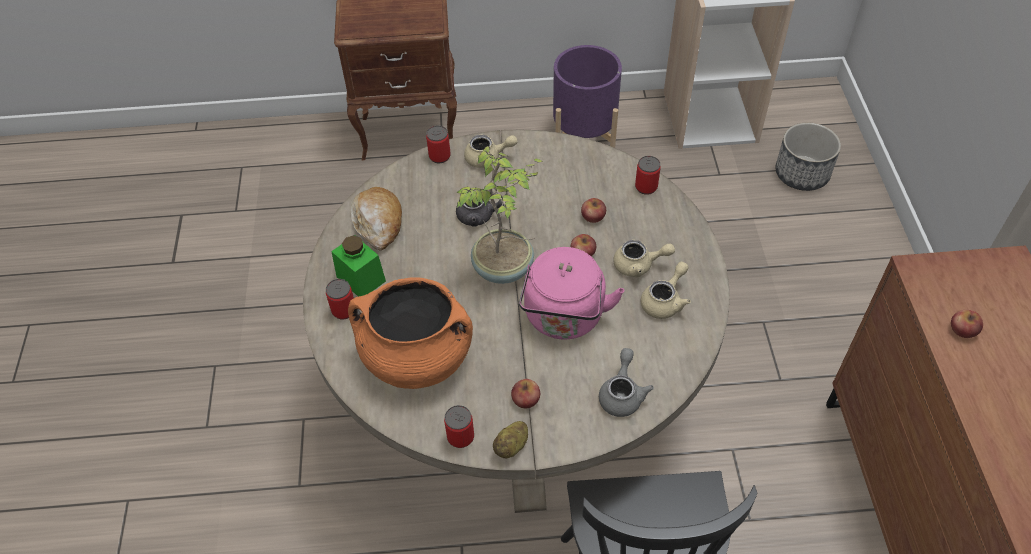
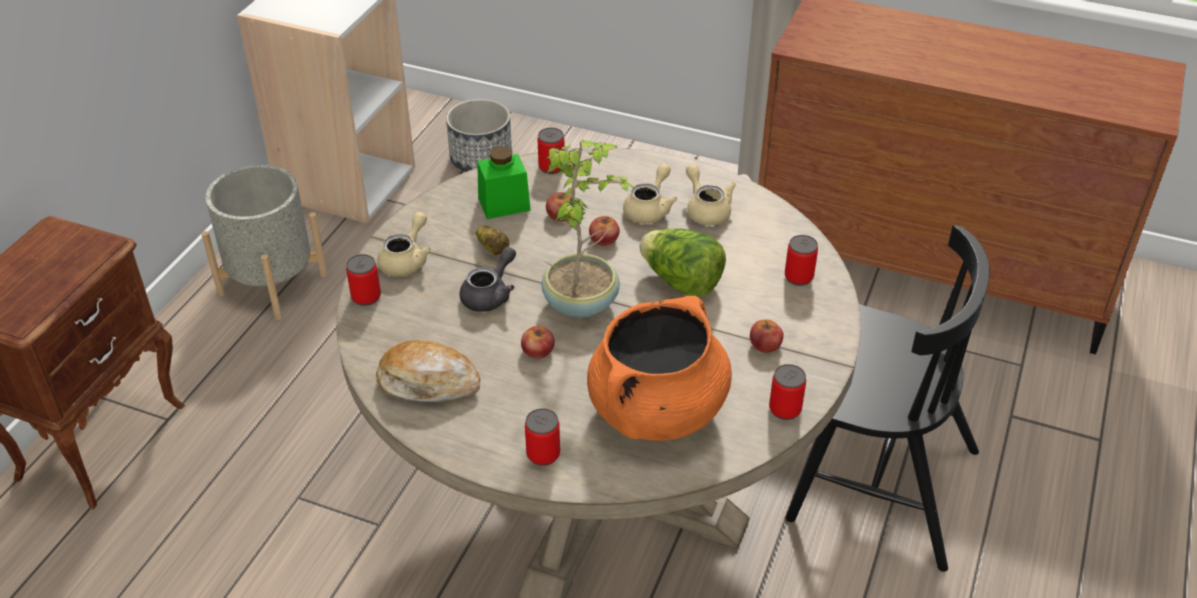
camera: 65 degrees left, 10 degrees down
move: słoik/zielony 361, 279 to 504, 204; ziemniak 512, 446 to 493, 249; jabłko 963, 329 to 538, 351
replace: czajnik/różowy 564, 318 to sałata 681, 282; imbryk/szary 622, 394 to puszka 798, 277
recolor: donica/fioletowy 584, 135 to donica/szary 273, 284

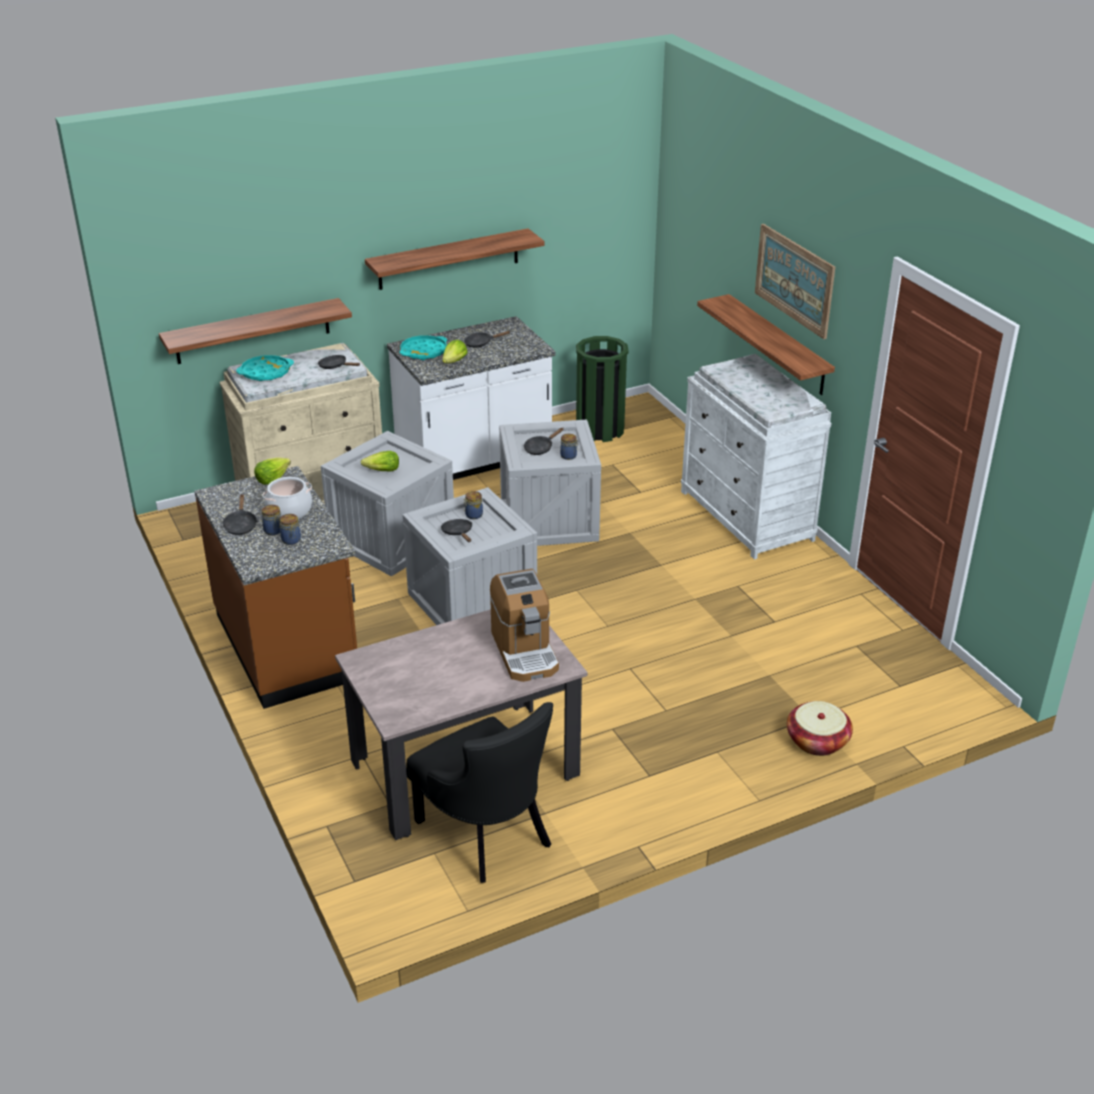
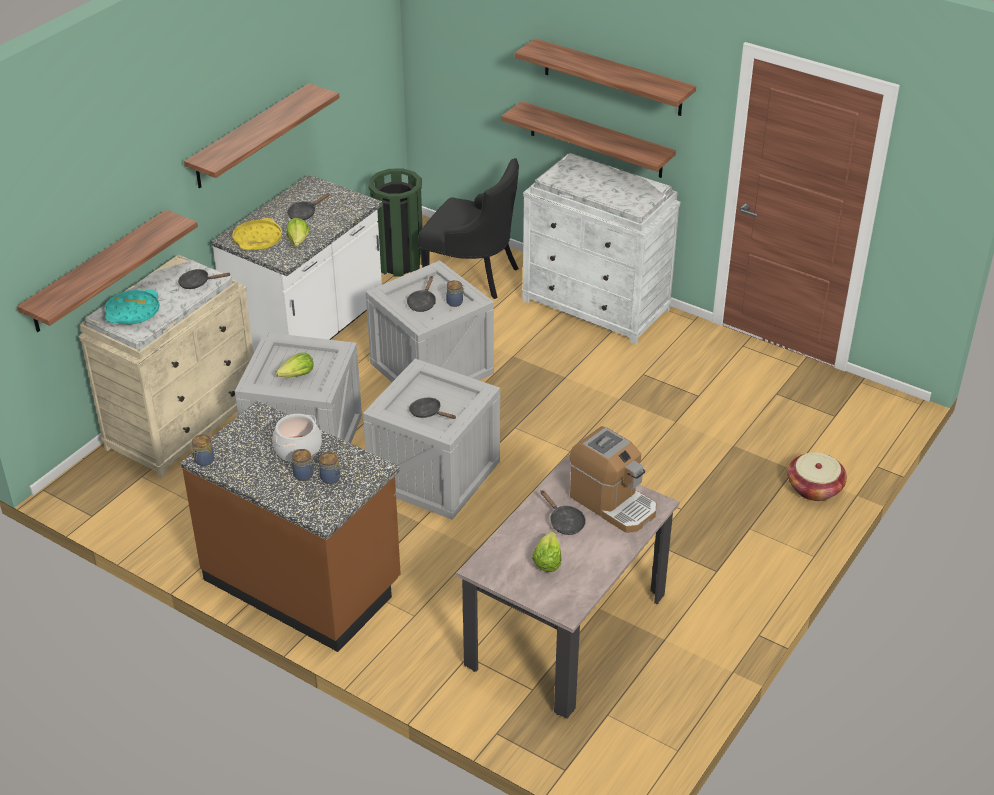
camera: 30 degrees left, 5 degrees up
move: patelnia/czarny 240, 525 to 564, 522; sałata 272, 479 to 547, 561; krzesło/czarny 483, 831 to 470, 275; słoik 473, 515 to 203, 461
replace: obraz 794, 280 to półka 612, 77
recolor: taca/turkusowy 423, 352 to taca/żółty 258, 239

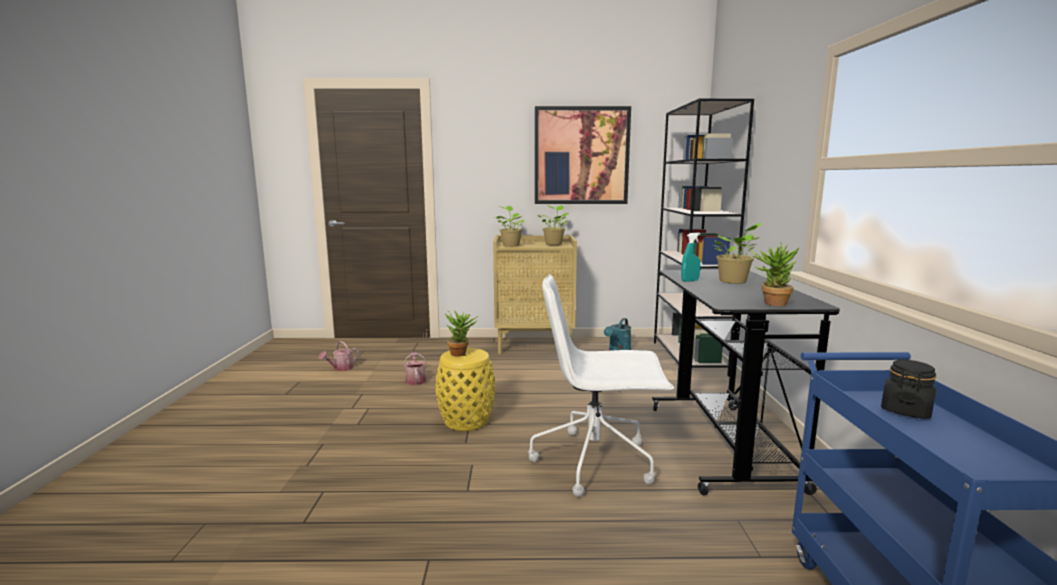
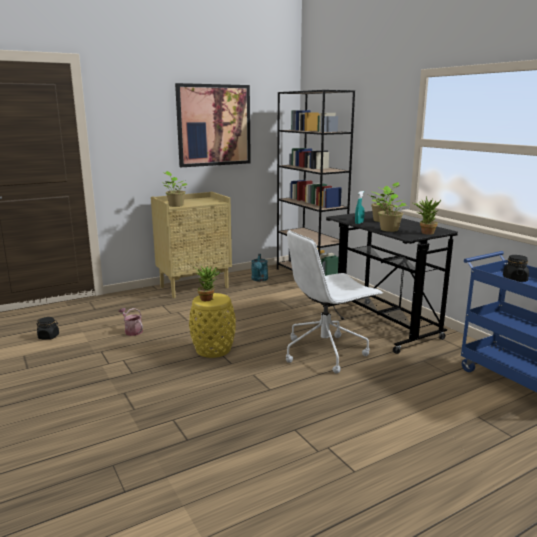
camera: 30 degrees left, 5 degrees up
move: roślina doniczkowa 554, 244 to 388, 229
replace: konewka 341, 368 to słoik/czarny 49, 337

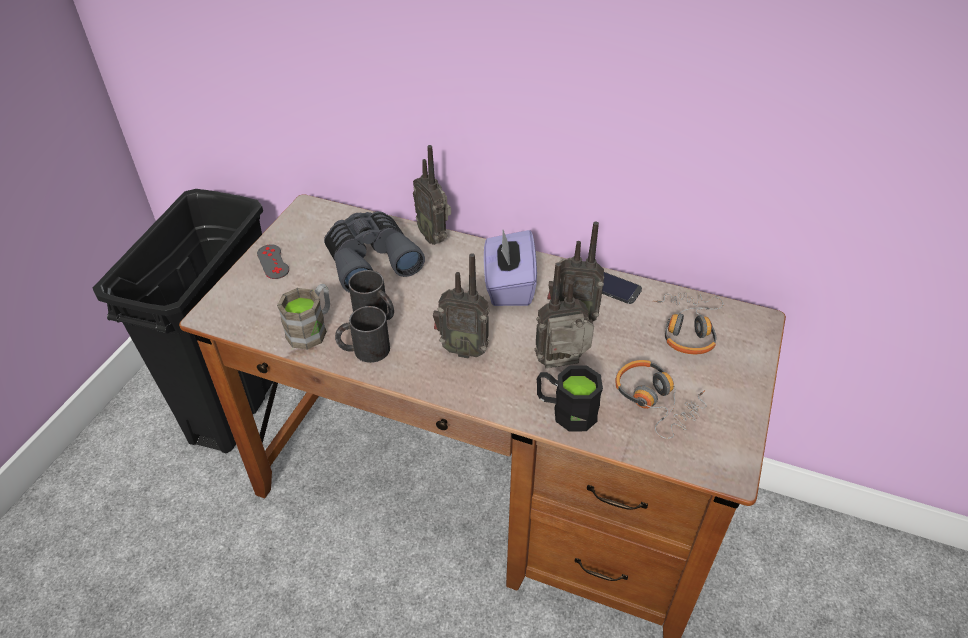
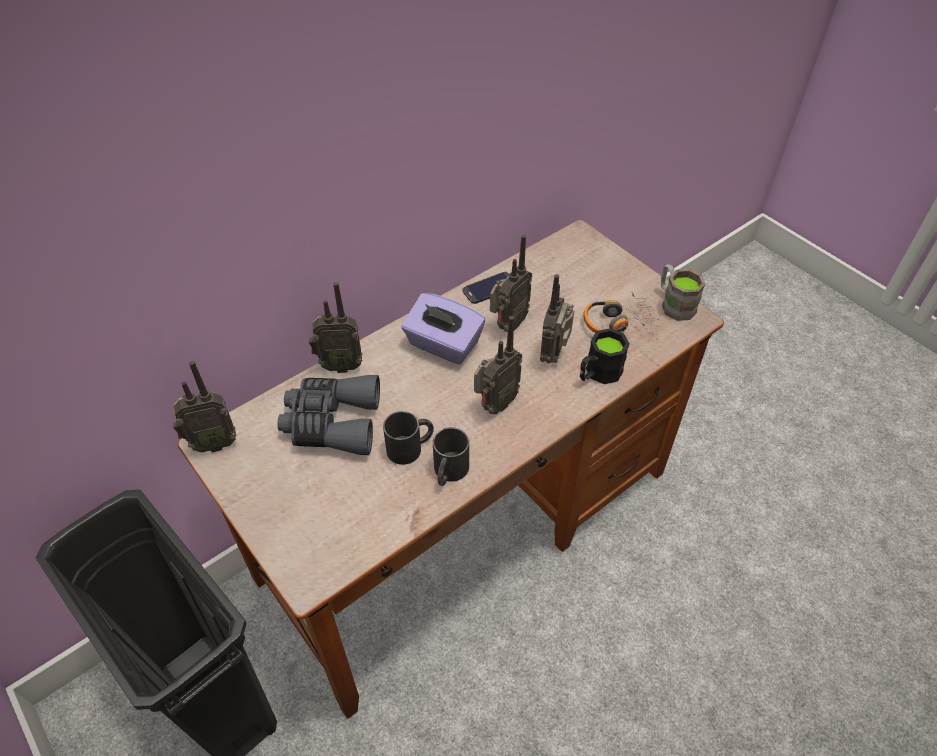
camera: 60 degrees left, 5 degrees up
delete: pad do gier/szary 273, 262; słuchawki 687, 329
insert: radio 213, 443
move: kubek/brązowy 312, 329 to 674, 304

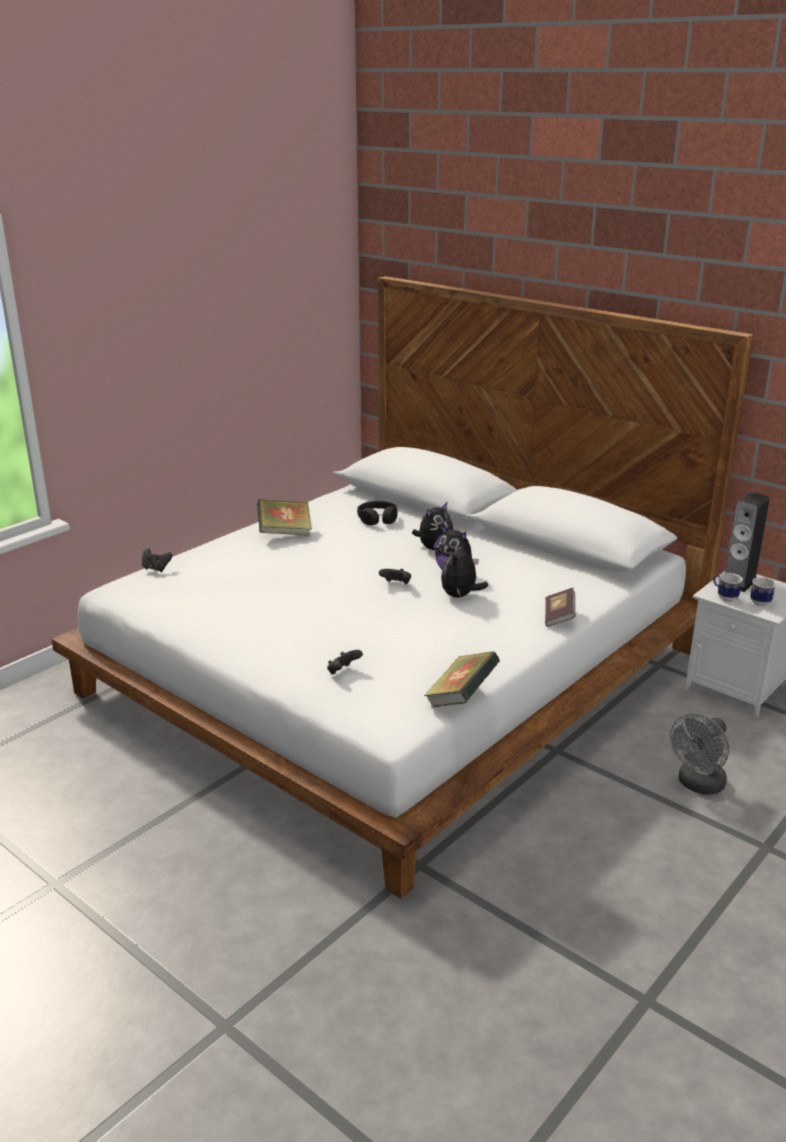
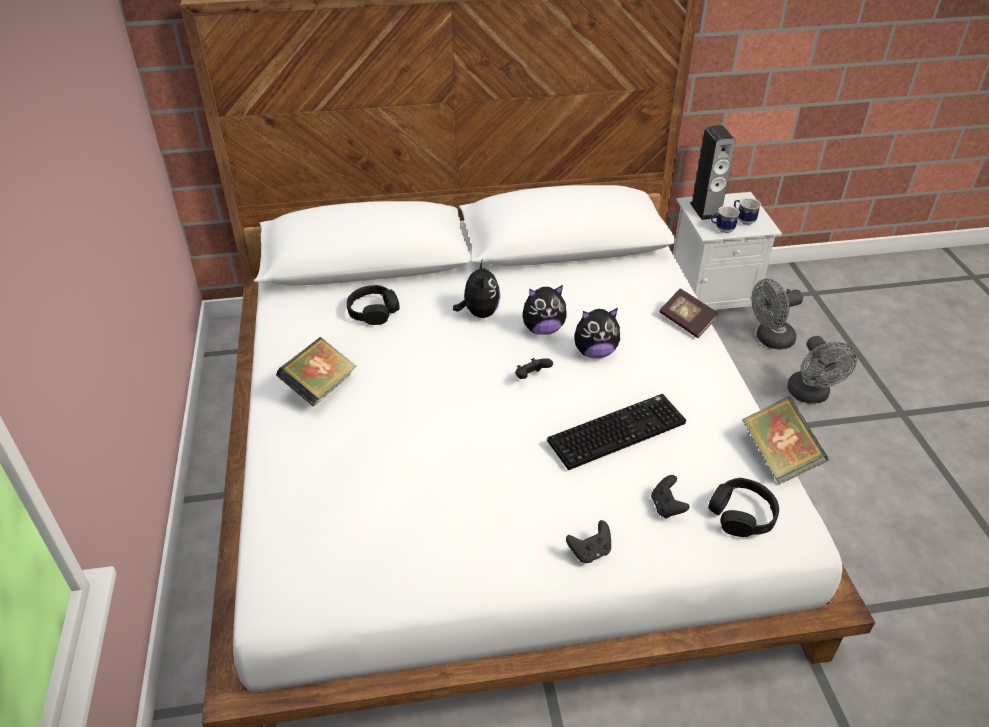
camera: 50 degrees left, 15 degrees up
insert: klawiatura 617, 430; słuchawki/czarny 741, 515; wentylator/szary 769, 340
move: pad do gier/czarny 156, 569 to 590, 552
rotate: pluszak 460, 596 = 594, 352 75 degrees counterclockwise

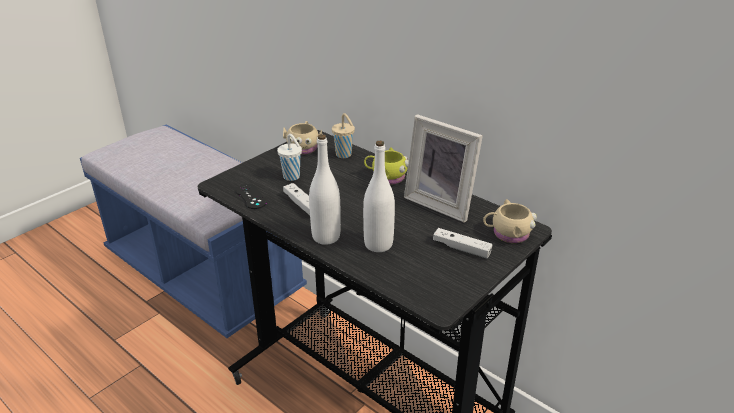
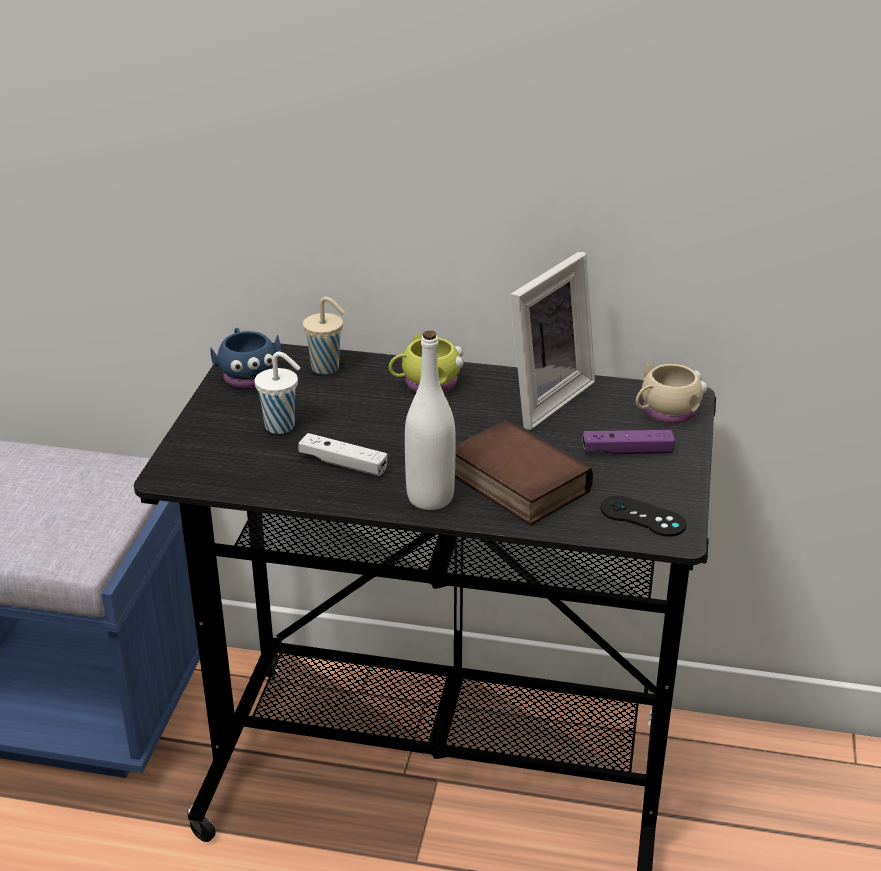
camera: 30 degrees left, 0 degrees up
move: pad do gier/czarny 250, 196 to 642, 517
replace: butelka/biały 378, 244 to książka 514, 483
recolor: kubek/beżowy 303, 147 to kubek/niebieski 247, 374; pad do gier/biały 461, 248 to pad do gier/fioletowy 627, 451
rotate: ramka na zdjęcie 441, 203 = 542, 398 60 degrees counterclockwise

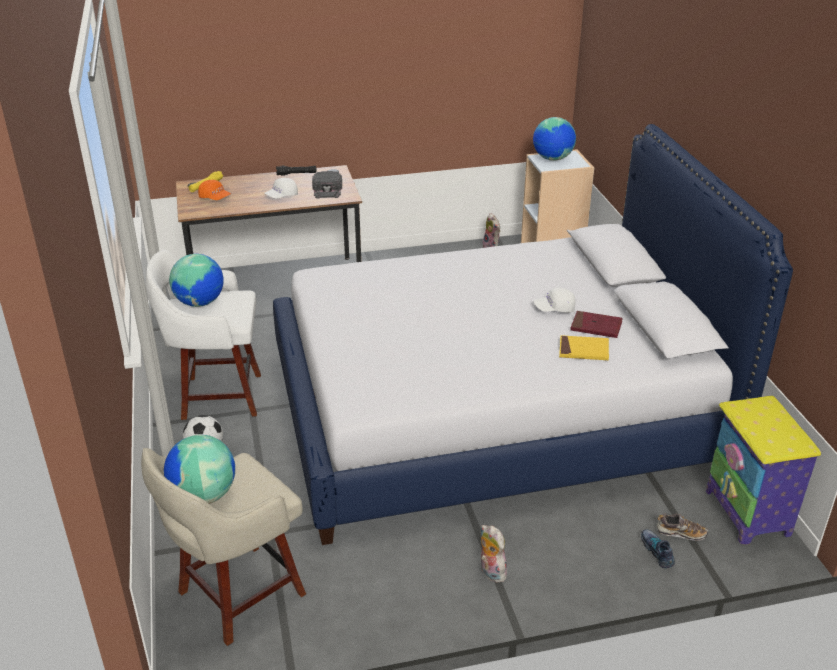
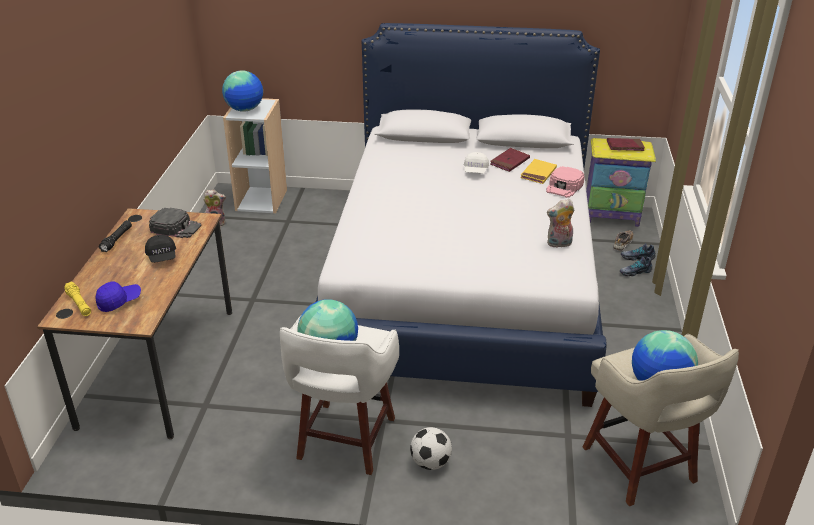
camera: 70 degrees left, 0 degrees up
insert: czapka z daszkiem/różowy 564, 186; książka/czerwony 625, 146; but 635, 272
move: pluszak 490, 572 to 559, 244
recolor: czapka z daszkiem/pomarańczowy 215, 198 to czapka z daszkiem/niebieski 119, 301; czapka z daszkiem/biały 281, 196 to czapka z daszkiem/czarny 162, 257

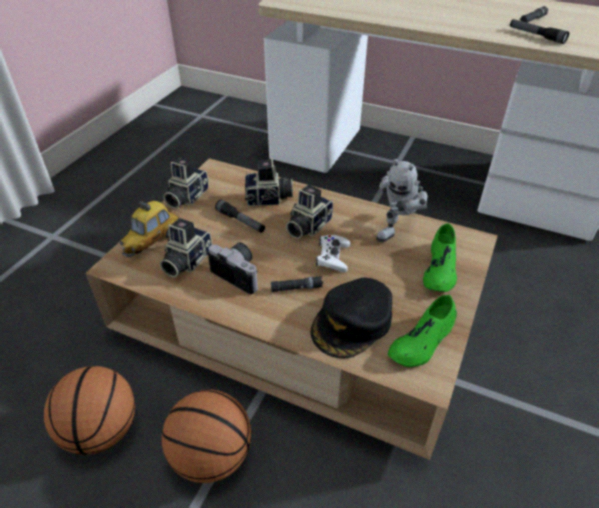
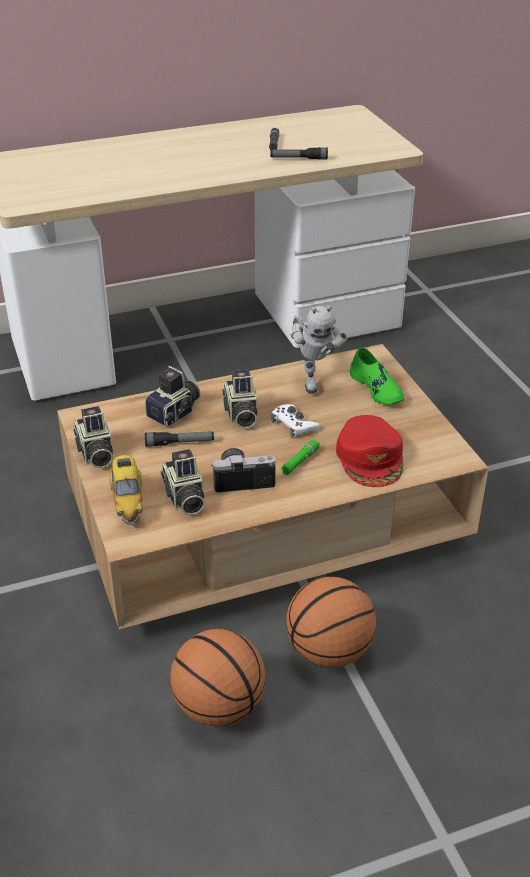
camera: 45 degrees left, 5 degrees down
delete: but/zielony 422, 341
recolor: latarka/czarny 296, 288 to latarka/zielony 300, 461; czapka z daszkiem/czarny 352, 323 to czapka z daszkiem/czerwony 370, 458

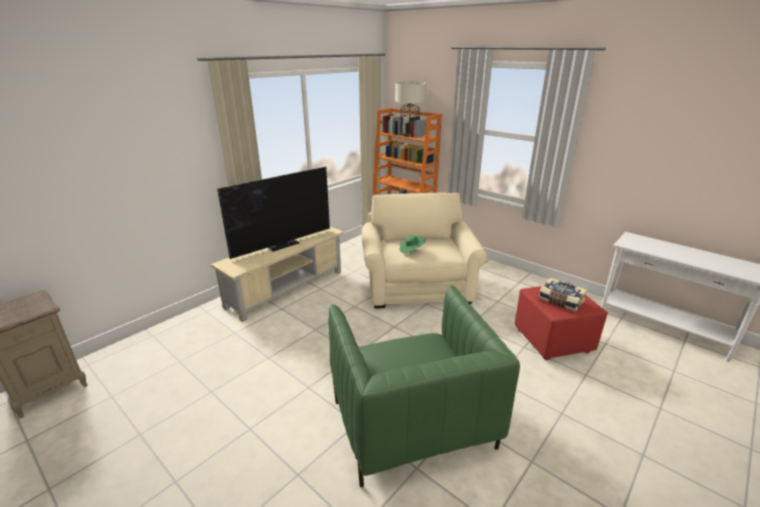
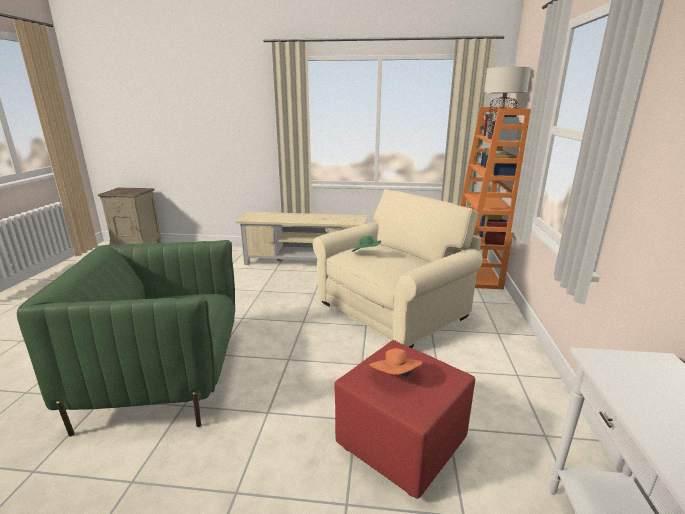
camera: 55 degrees right, 5 degrees down
delete: telewizor 283, 244
replace: książka 560, 301 to kapelusz/pomarańczowy 395, 376
rotate: fotel/zielony 411, 421 = 164, 376 45 degrees clockwise

